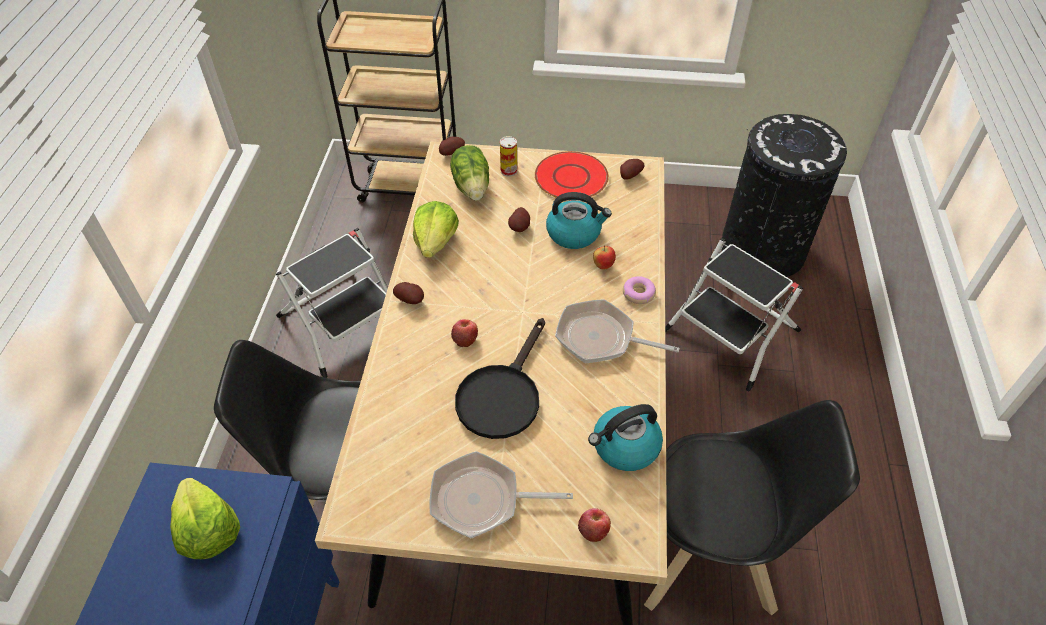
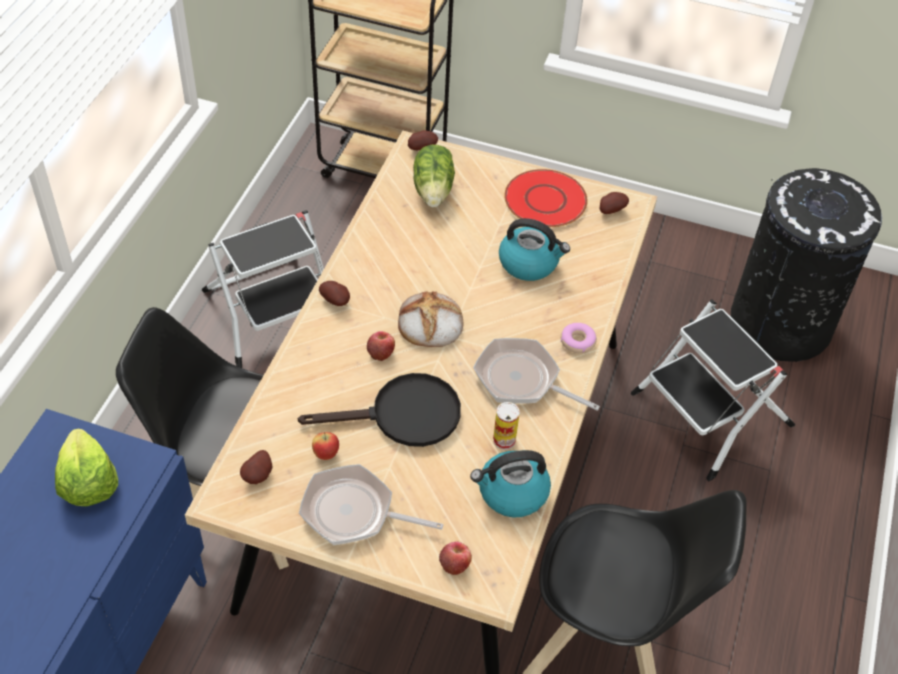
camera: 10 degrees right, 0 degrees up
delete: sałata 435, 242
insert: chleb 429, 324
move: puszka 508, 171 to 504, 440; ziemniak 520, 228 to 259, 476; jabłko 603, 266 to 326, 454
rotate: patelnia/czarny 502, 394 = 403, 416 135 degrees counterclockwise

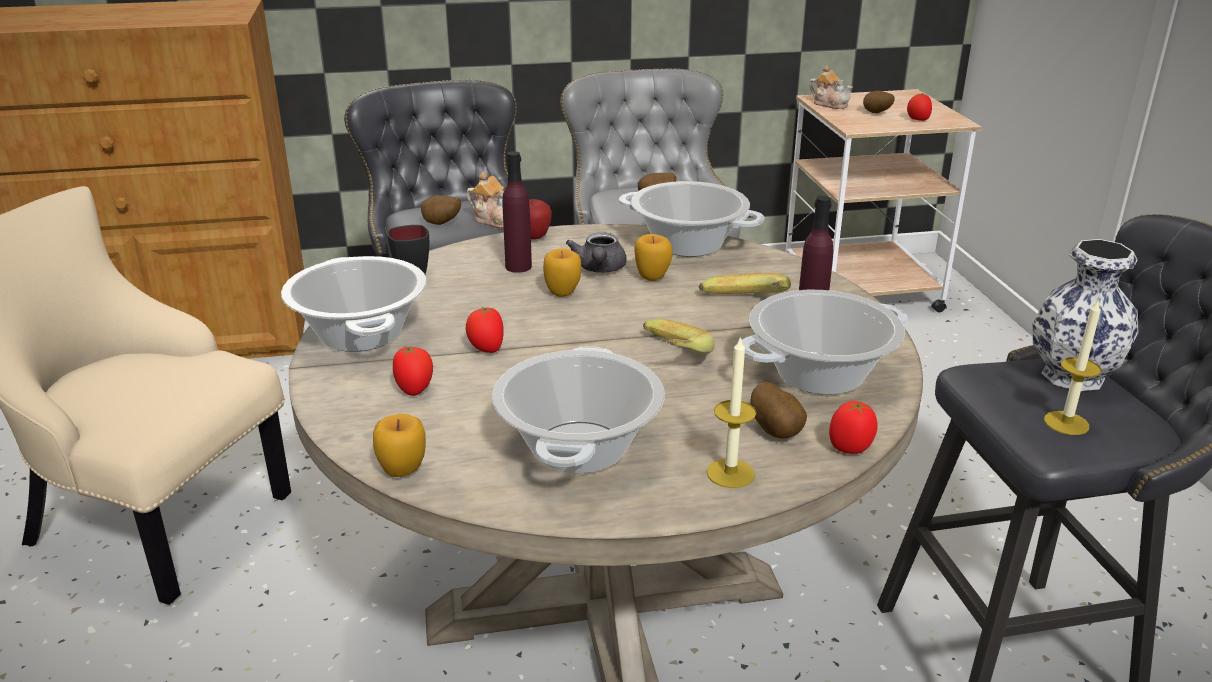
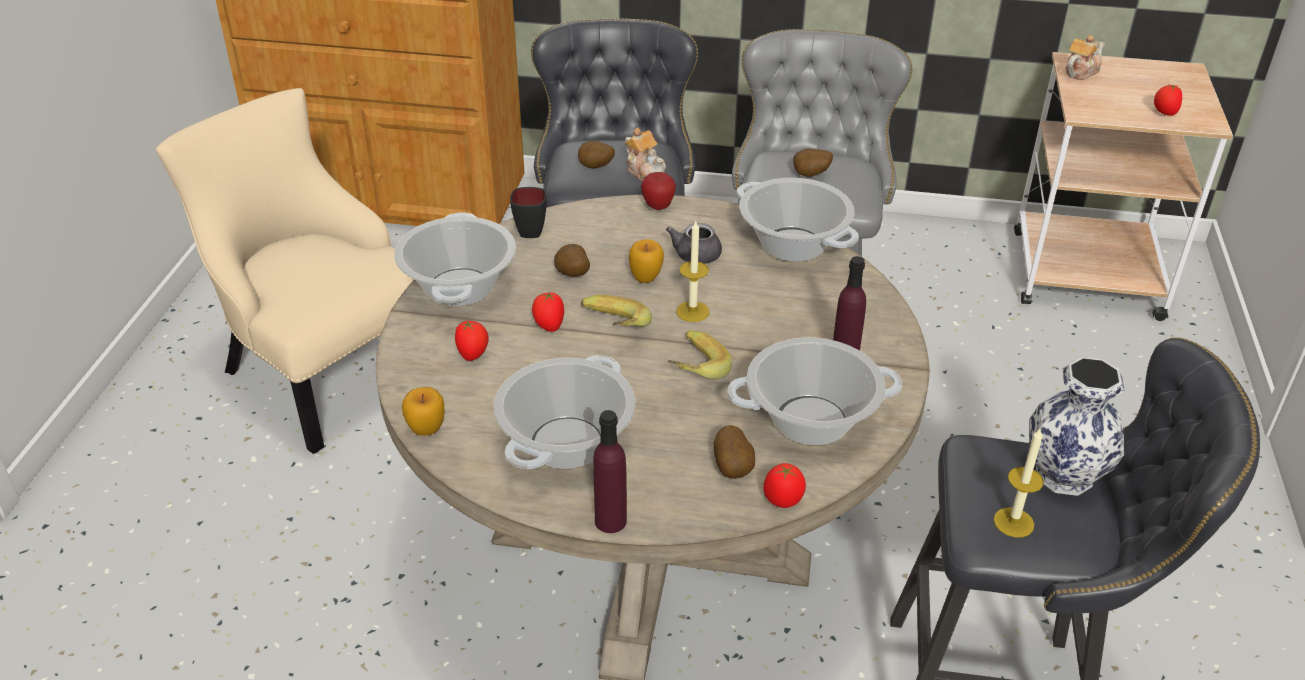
camera: 20 degrees right, 10 degrees up
delete: jabłko 652, 277
move: butelka/fioletowy 518, 267 to 610, 521; banan 745, 306 to 611, 331; świeca 730, 473 to 692, 311; ziemniak 876, 113 to 572, 276
rotate: imbryk 830, 104 = 1080, 72 105 degrees counterclockwise

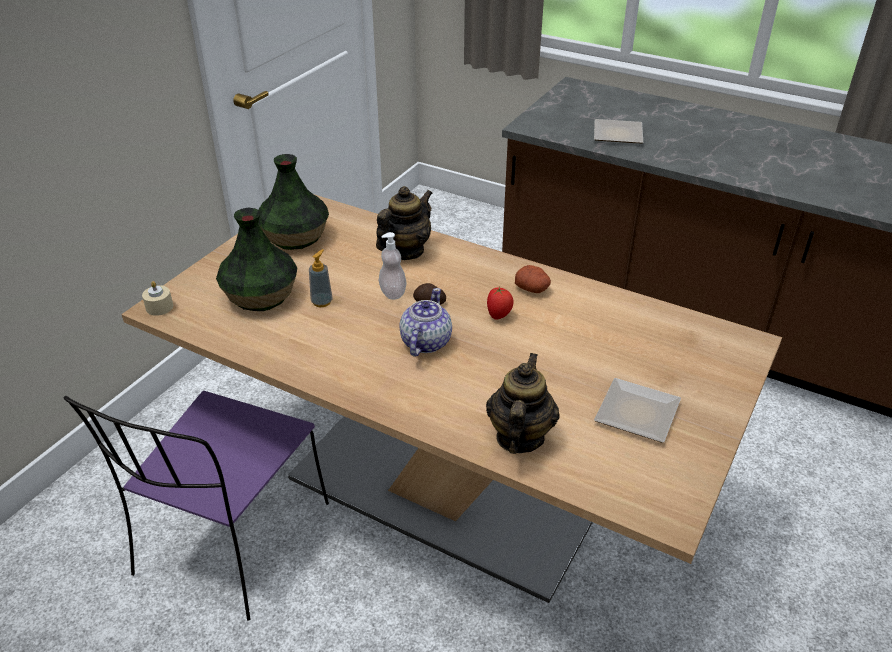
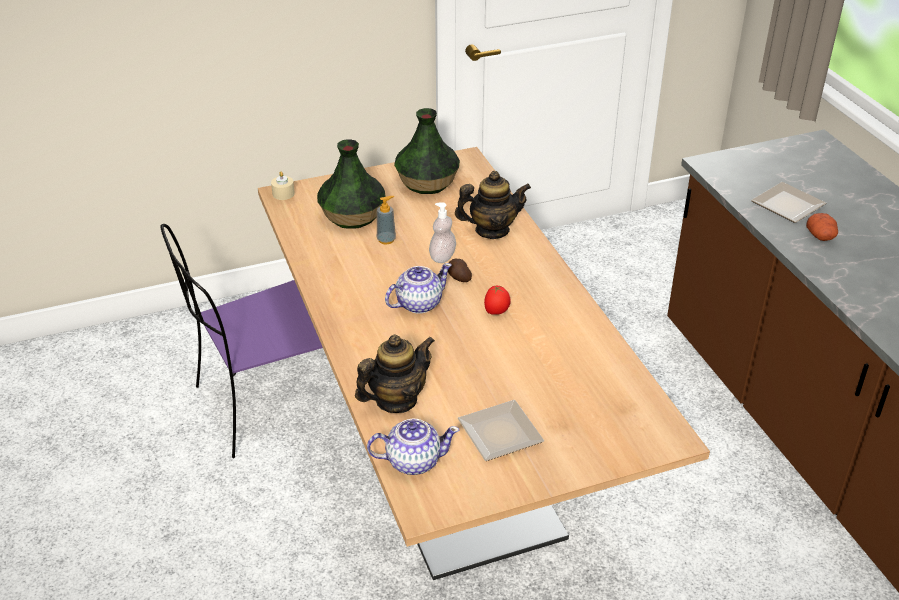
camera: 40 degrees right, 0 degrees up
insert: imbryk 413, 461
move: ziemniak 532, 289 to 821, 236

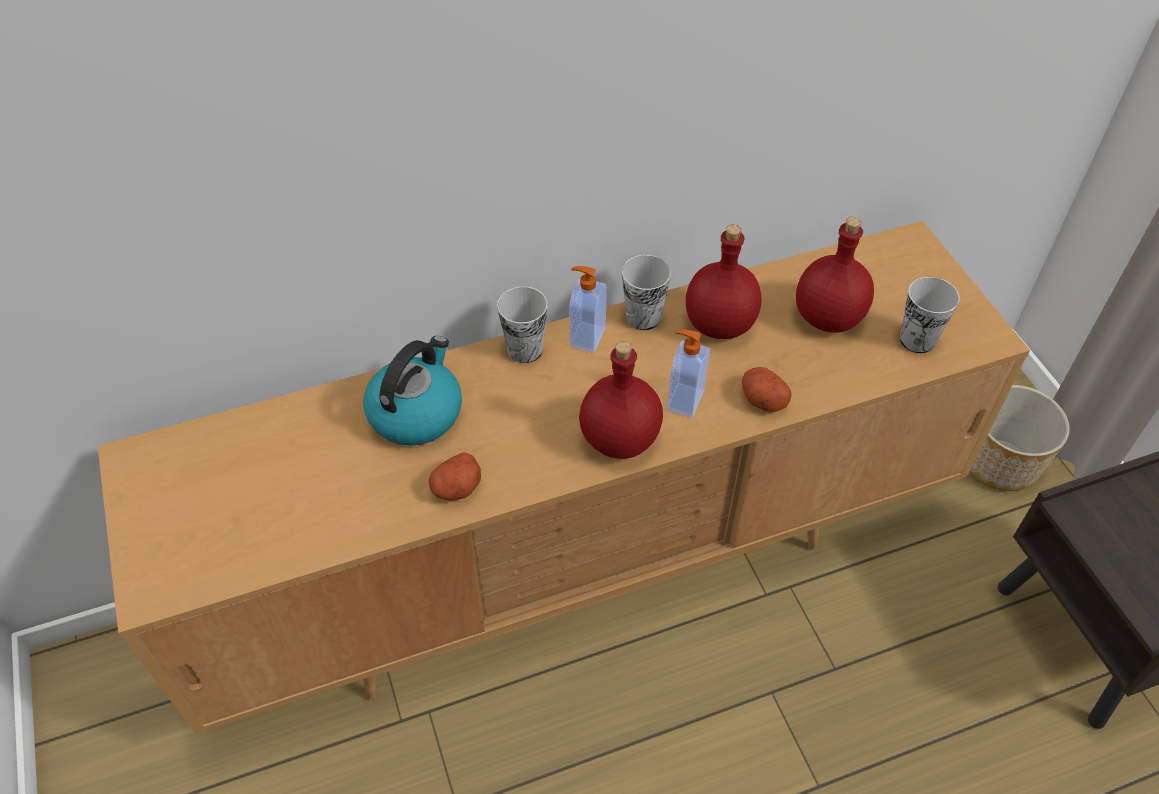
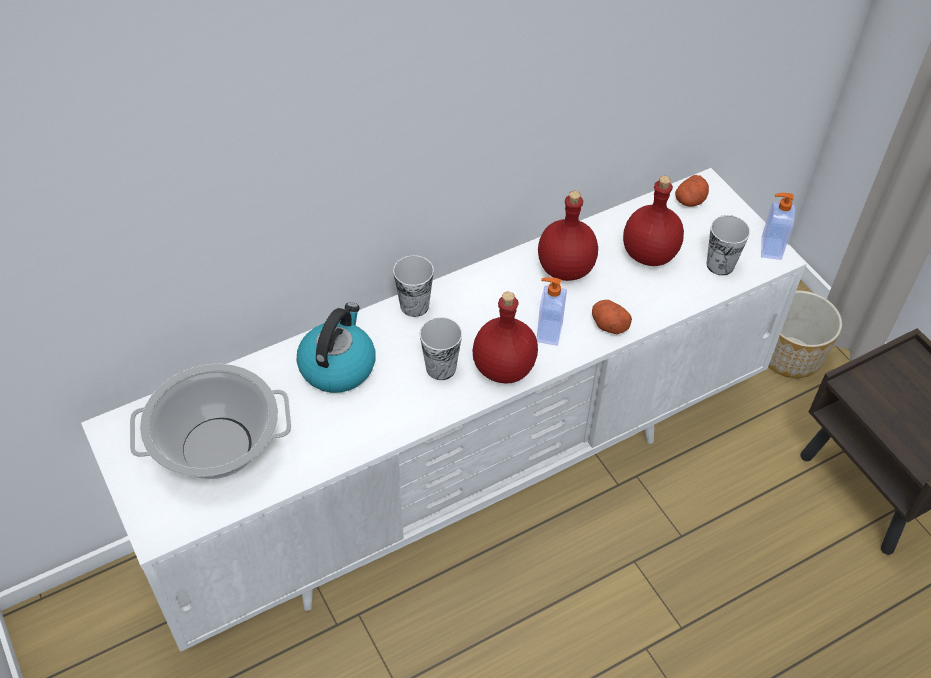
camera: 10 degrees left, 0 degrees up
insert: garnek 218, 446
move: ziemniak 457, 488 to 690, 200; dozownik mydła 586, 337 to 769, 248; filiżanka 643, 317 to 441, 368
recolor: szafka/brązowy 582, 562 to szafka/biały 463, 477

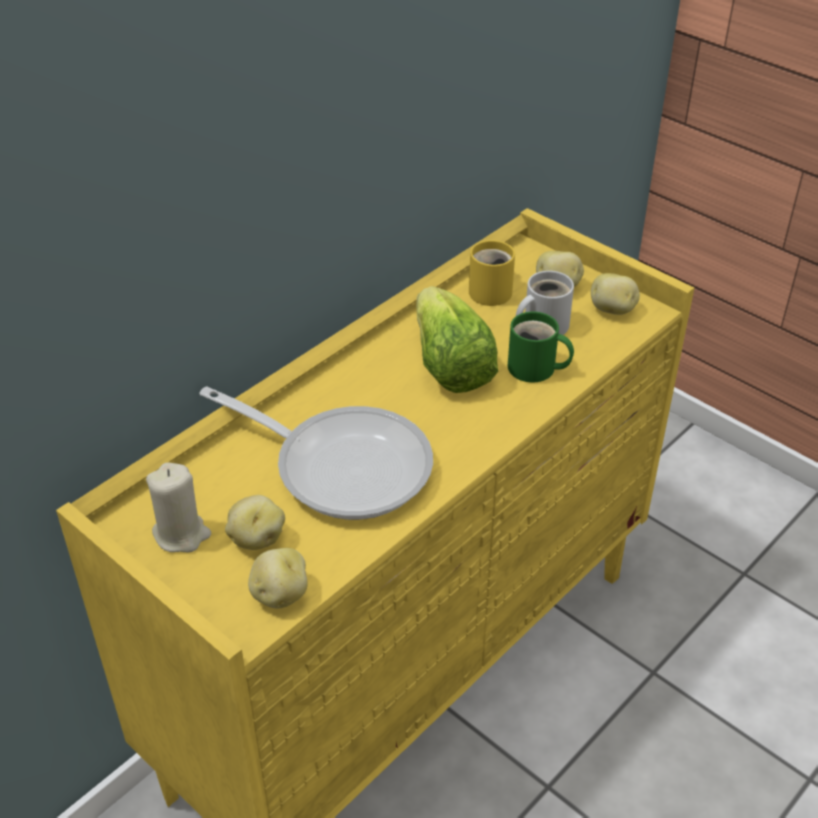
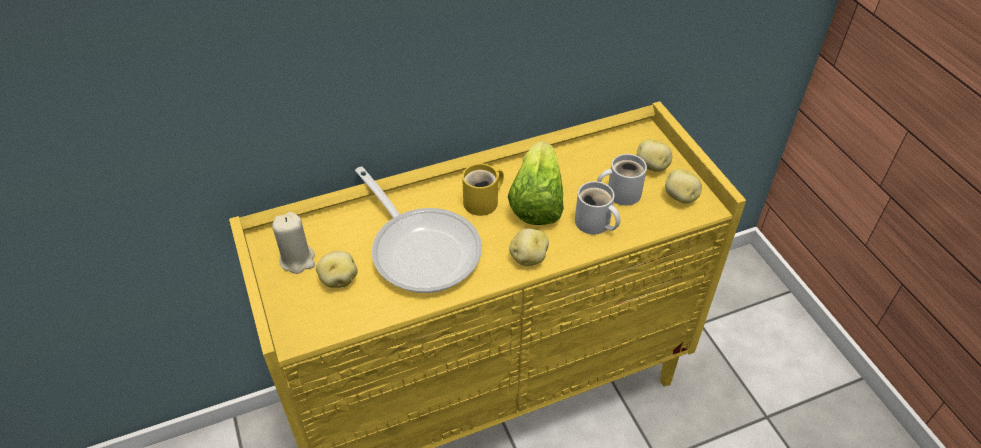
camera: 25 degrees right, 5 degrees up
move: ziemniak 279, 594 to 528, 257; kubek/żółty 493, 290 to 484, 202
recolor: kubek/zielony 535, 369 to kubek/biały 594, 224

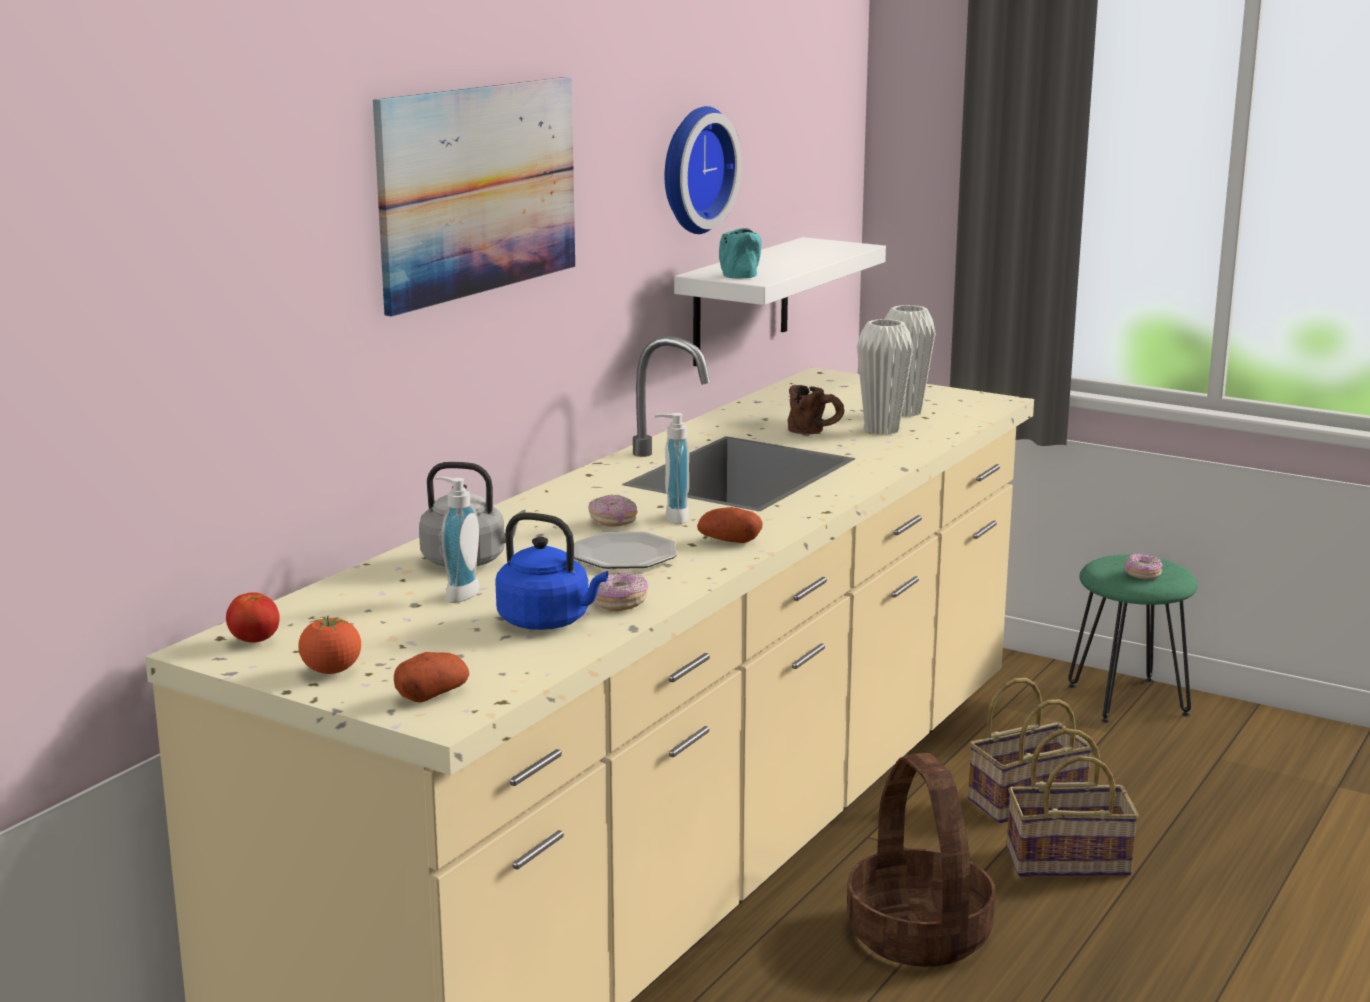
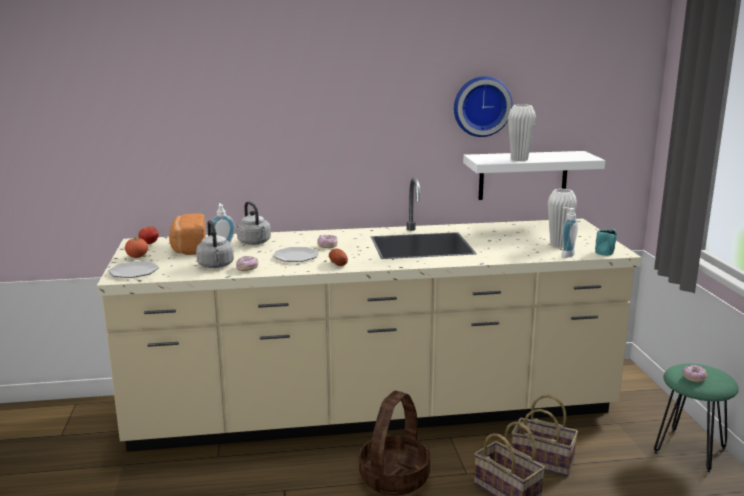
camera: 50 degrees right, 0 degrees up
delete: obraz 479, 190; kubek/brązowy 816, 432
insert: chleb 188, 247
move: dozownik mydła 671, 517 to 565, 254; kubek/turkusowy 737, 273 to 606, 251; wazon/biały 882, 430 to 519, 159
replace: ziemniak 432, 695 to talerz 134, 272
recolor: czajnik/niebieski 548, 622 to czajnik/szary 216, 266

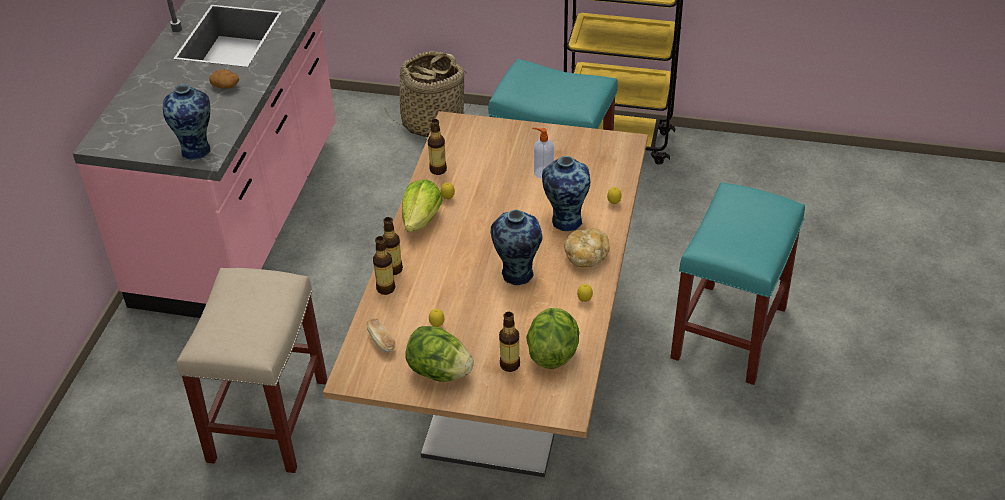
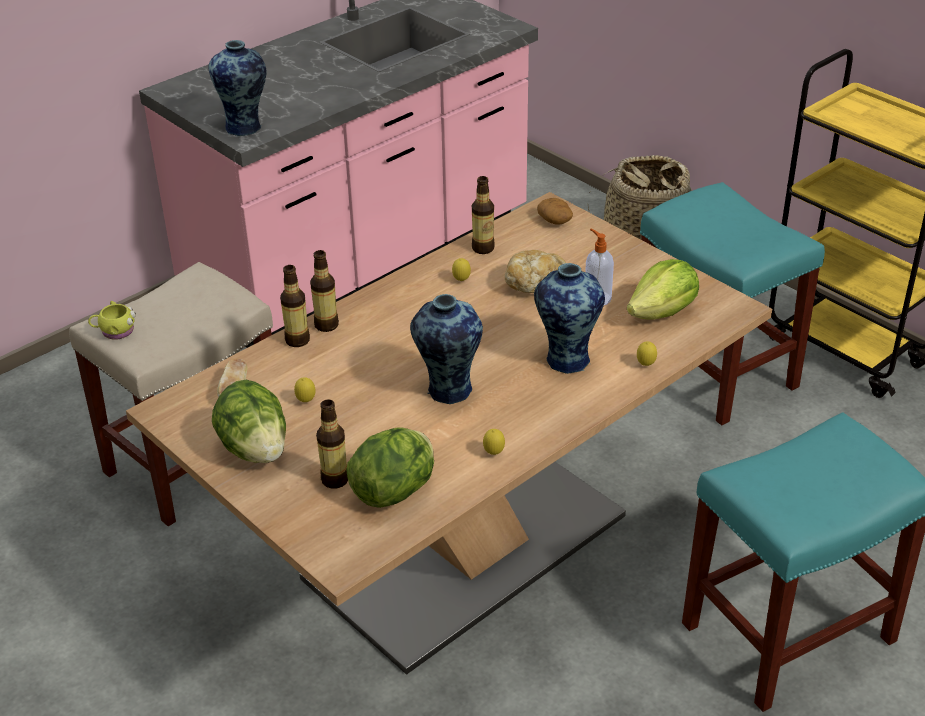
camera: 35 degrees right, 5 degrees down
insert: kubek/żółty 115, 331
move: ziemniak 226, 86 to 555, 221; sałata 422, 220 to 663, 313; chleb 586, 256 to 535, 284

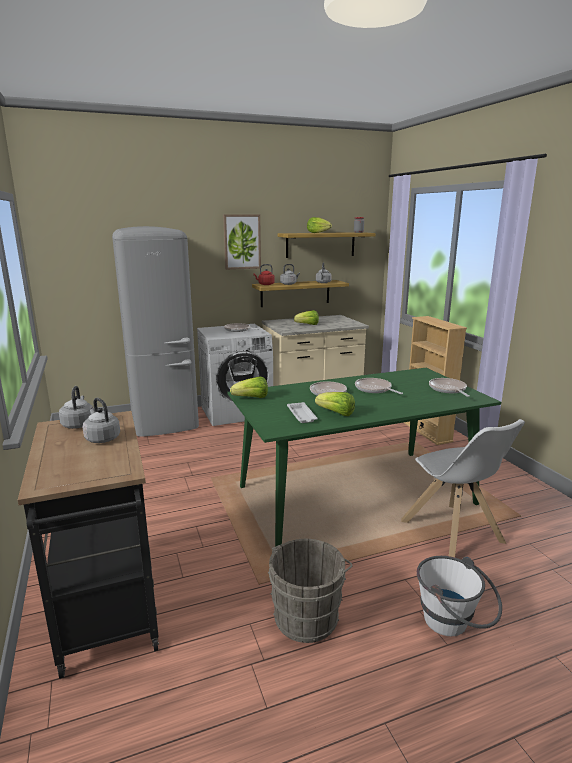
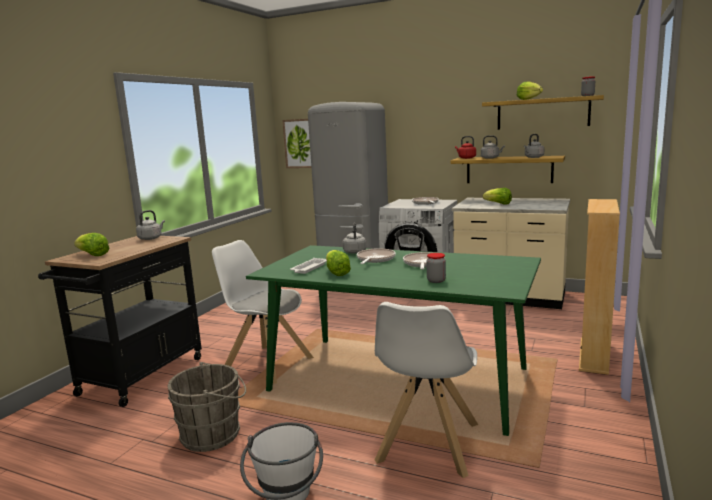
camera: 45 degrees right, 5 degrees down
delete: patelnia 448, 389
insert: krzesło 266, 363; słoik 436, 281
move: czajnik/szary 102, 438 to 355, 251; obraz 242, 242 to 300, 143; sałata 251, 398 to 92, 255

